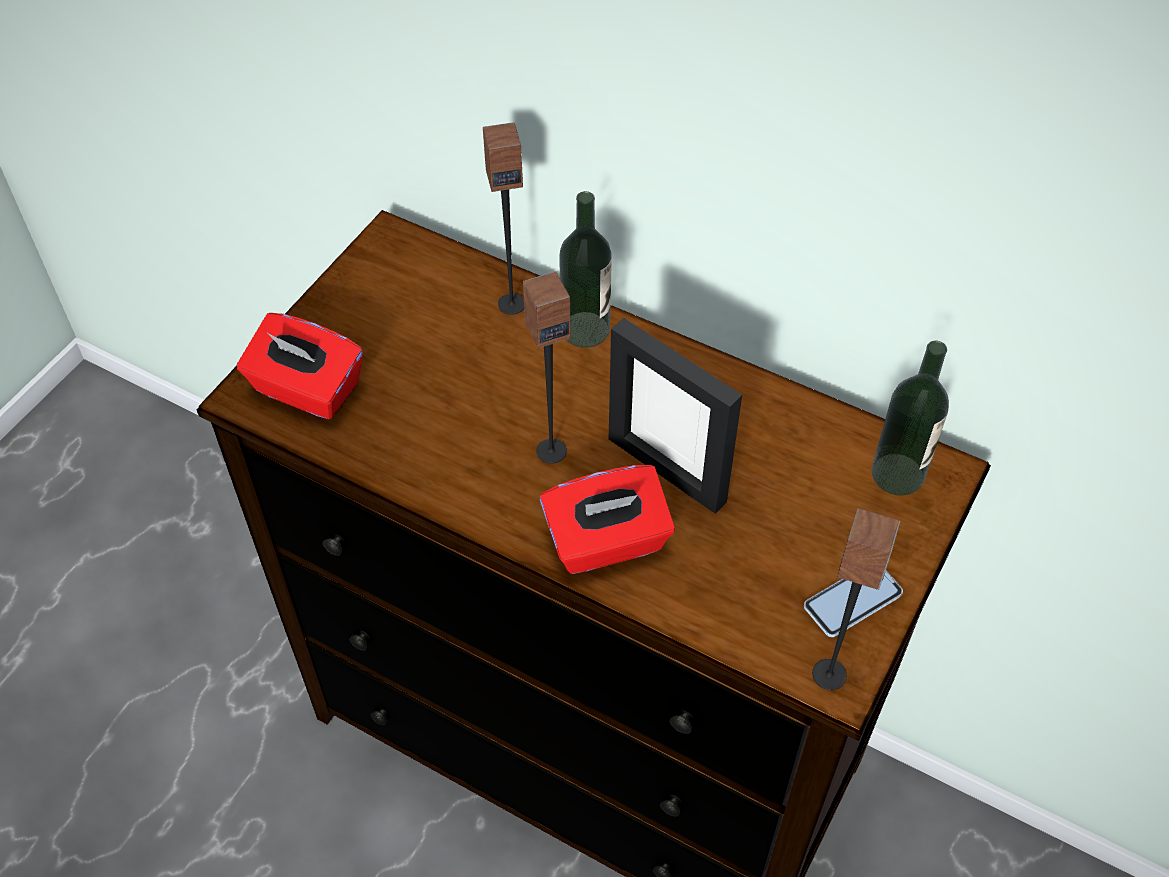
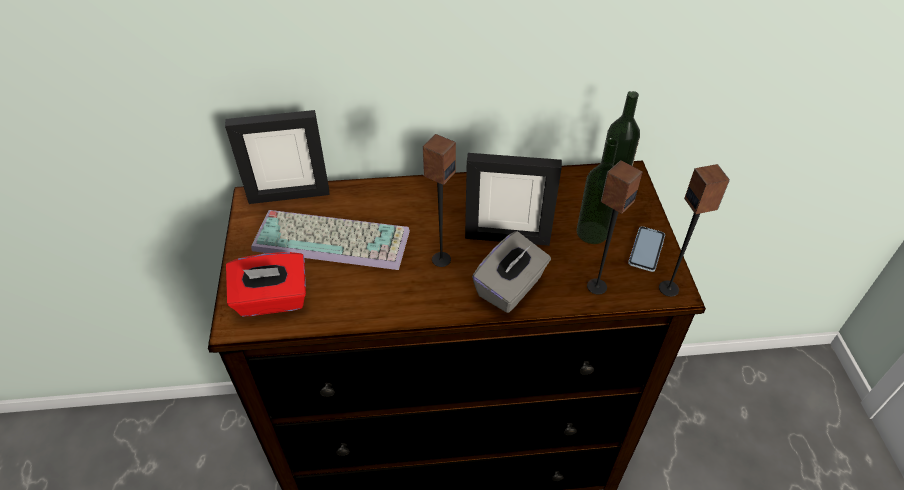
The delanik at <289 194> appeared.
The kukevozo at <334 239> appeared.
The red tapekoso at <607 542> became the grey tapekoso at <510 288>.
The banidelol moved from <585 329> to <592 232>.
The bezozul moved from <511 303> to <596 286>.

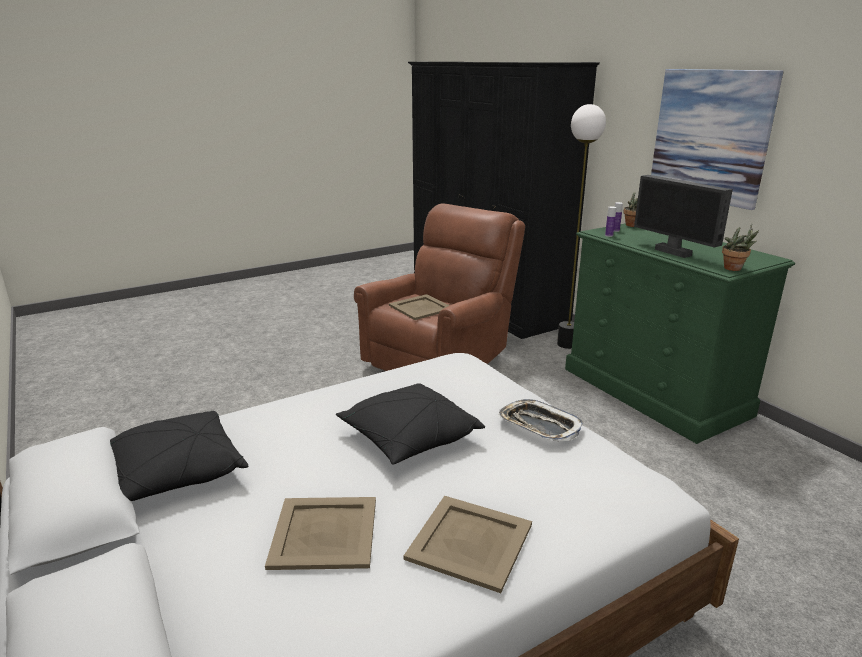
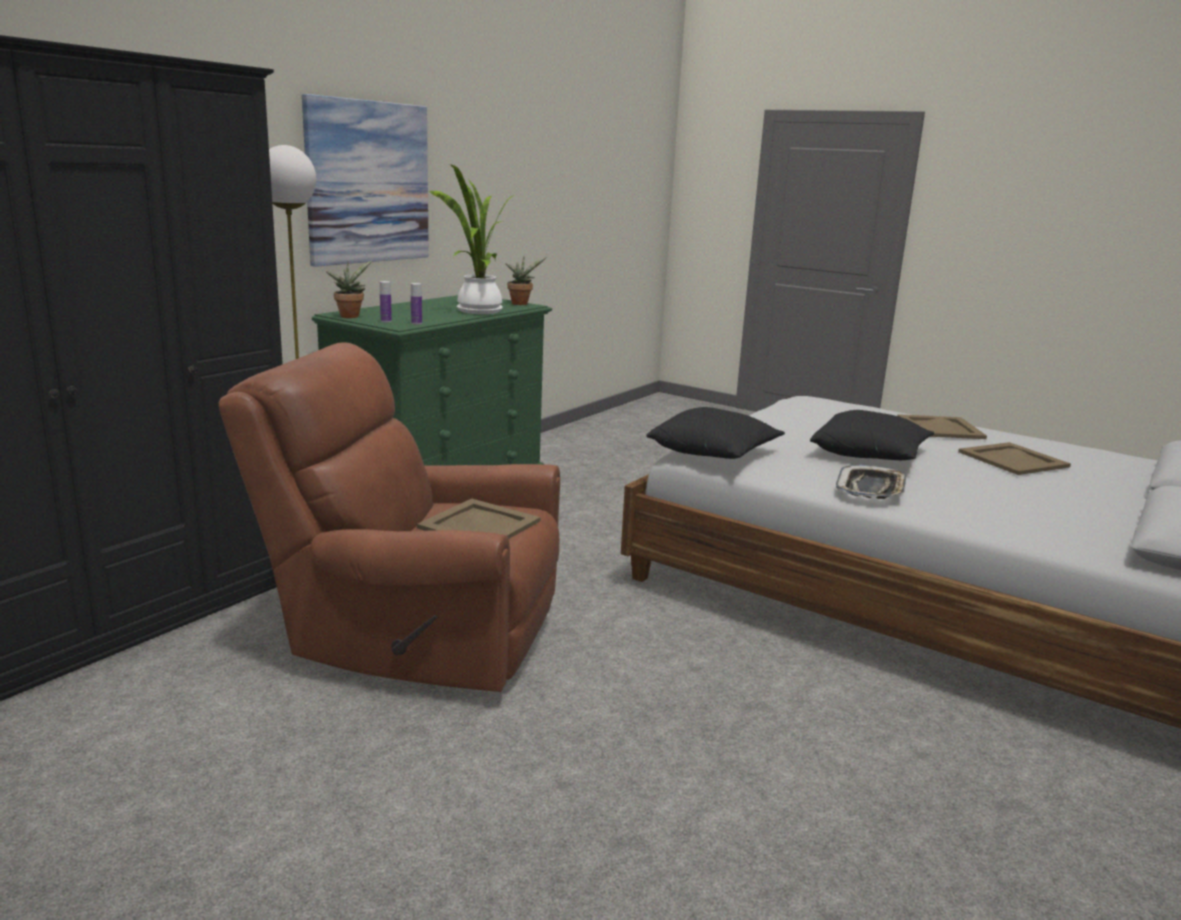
The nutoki at <673 252> was replaced by the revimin at <476 311>.
The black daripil moved from <176 472> to <714 453>.
The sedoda moved from <539 425> to <871 489>.

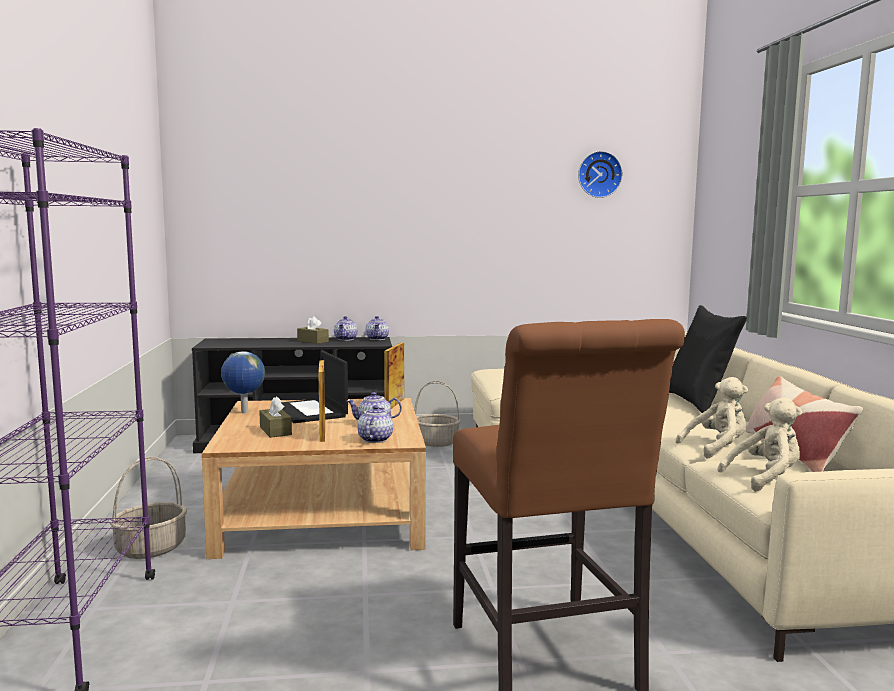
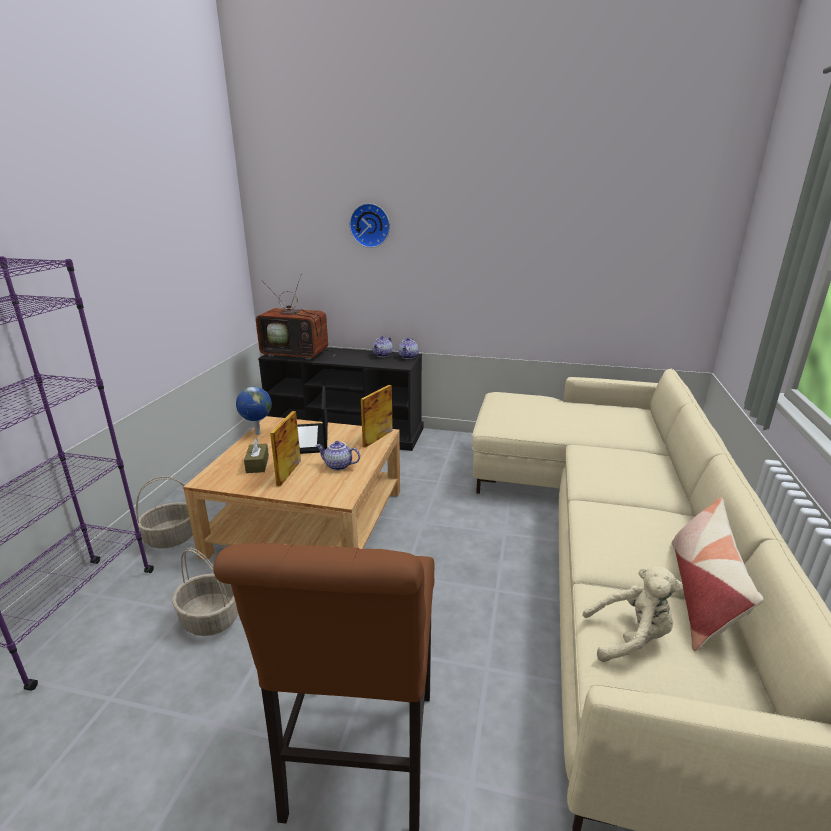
The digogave moved from <436 442> to <211 619>.
The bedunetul at <298 354> appeared.
The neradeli moved from <599 174> to <370 225>.
The brown tapekoso at <313 341> disappeared.
The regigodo at <374 439> disappeared.
The black daripil at <697 402> disappeared.
The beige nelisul at <716 448> disappeared.

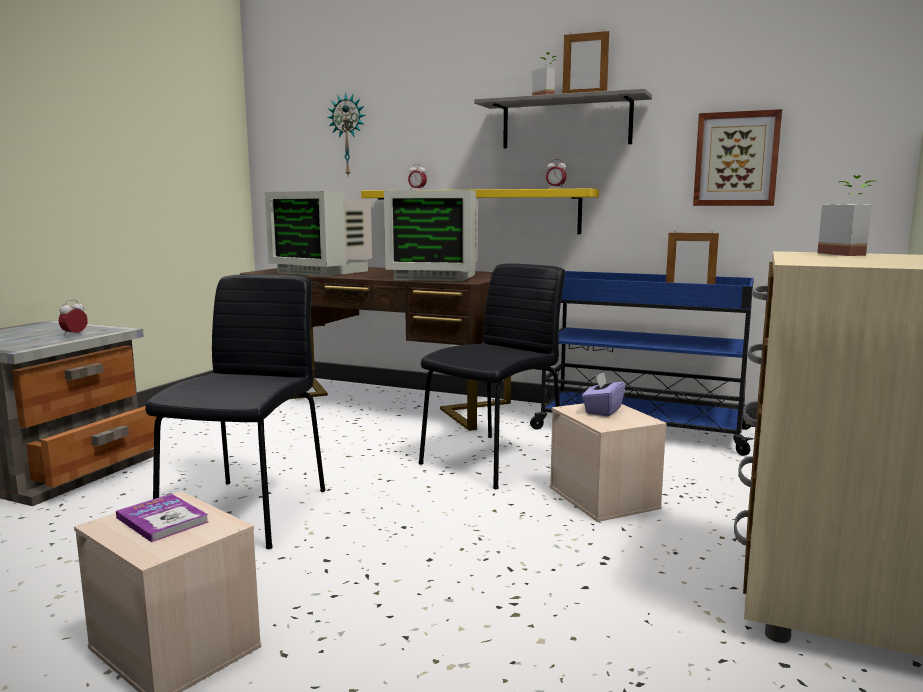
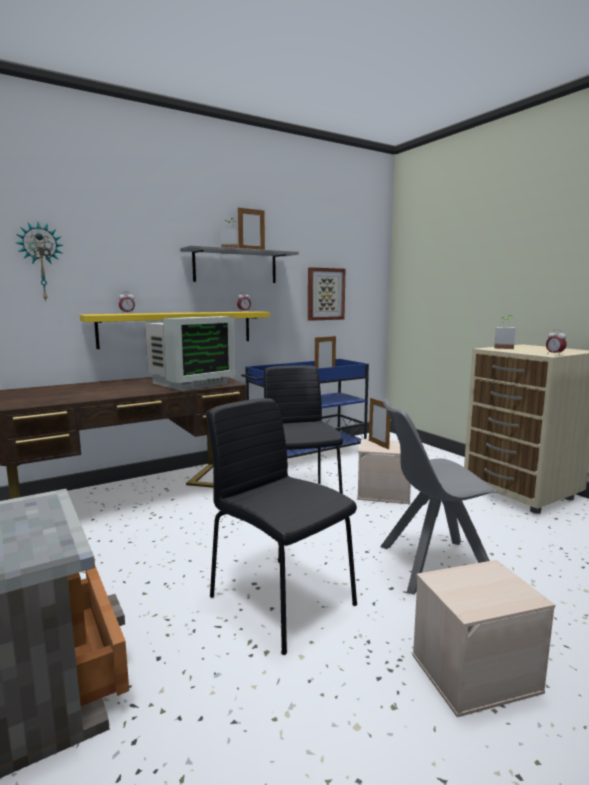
The purple tapekoso at <602 410> was replaced by the delanik at <378 444>.
The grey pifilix at <432 565> appeared.
The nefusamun moved from <74 335> to <554 354>.
The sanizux at <162 520> disappeared.
The nutoki at <323 272> disappeared.

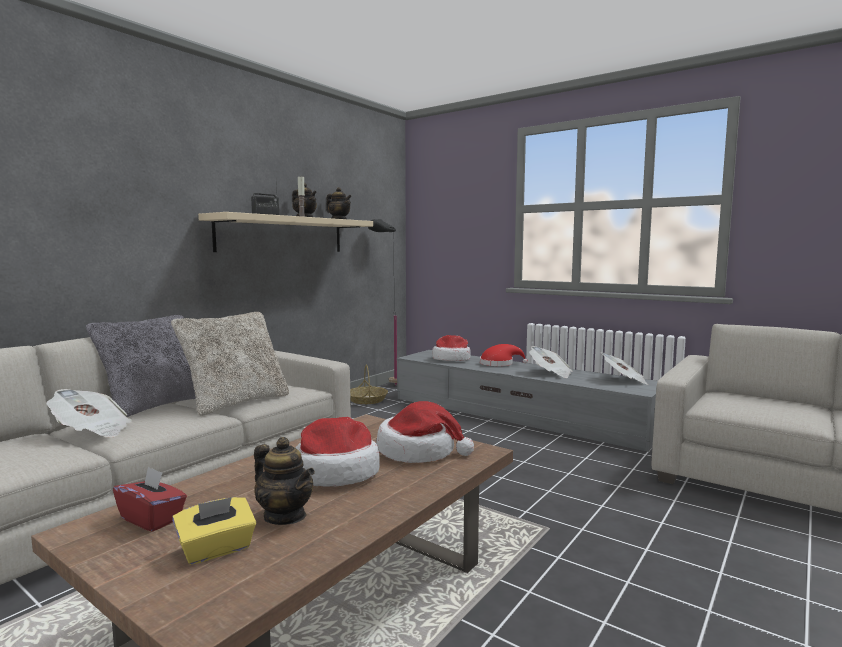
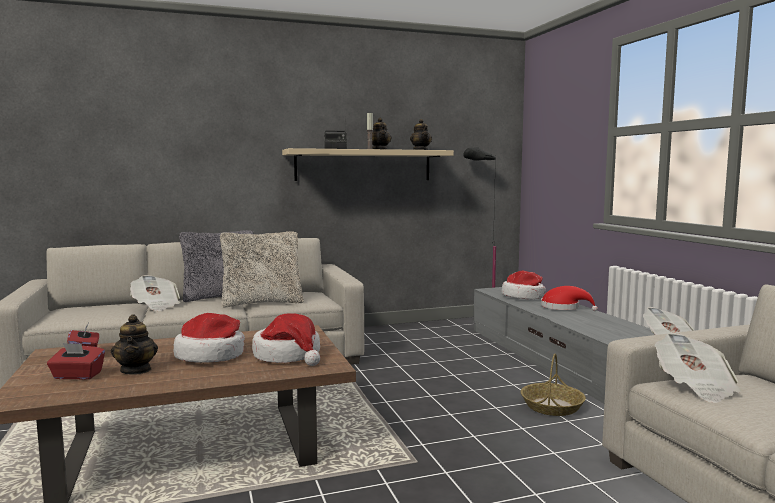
The yellow tapekoso at <216 550> became the red tapekoso at <77 376>.
The digogave moved from <367 400> to <551 406>.
The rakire moved from <550 373> to <695 387>.

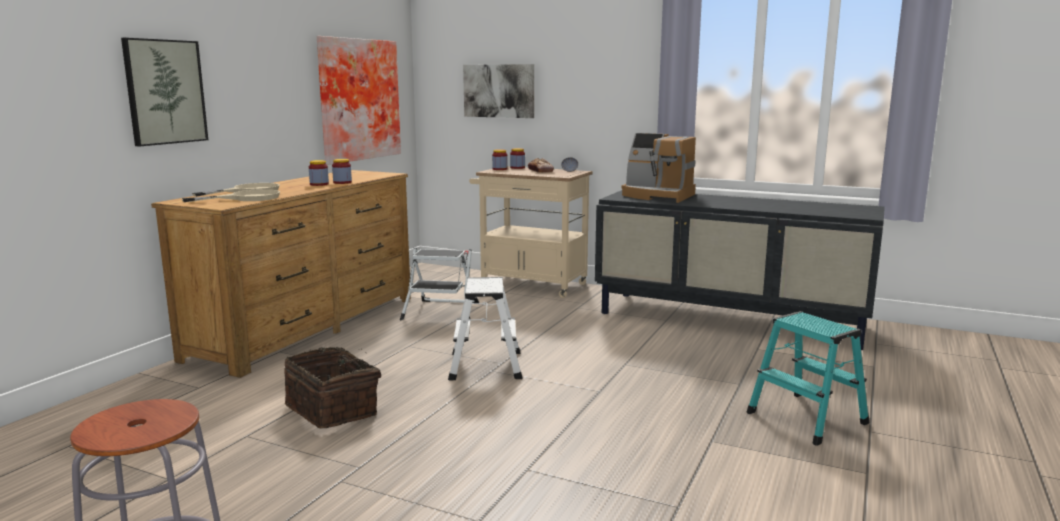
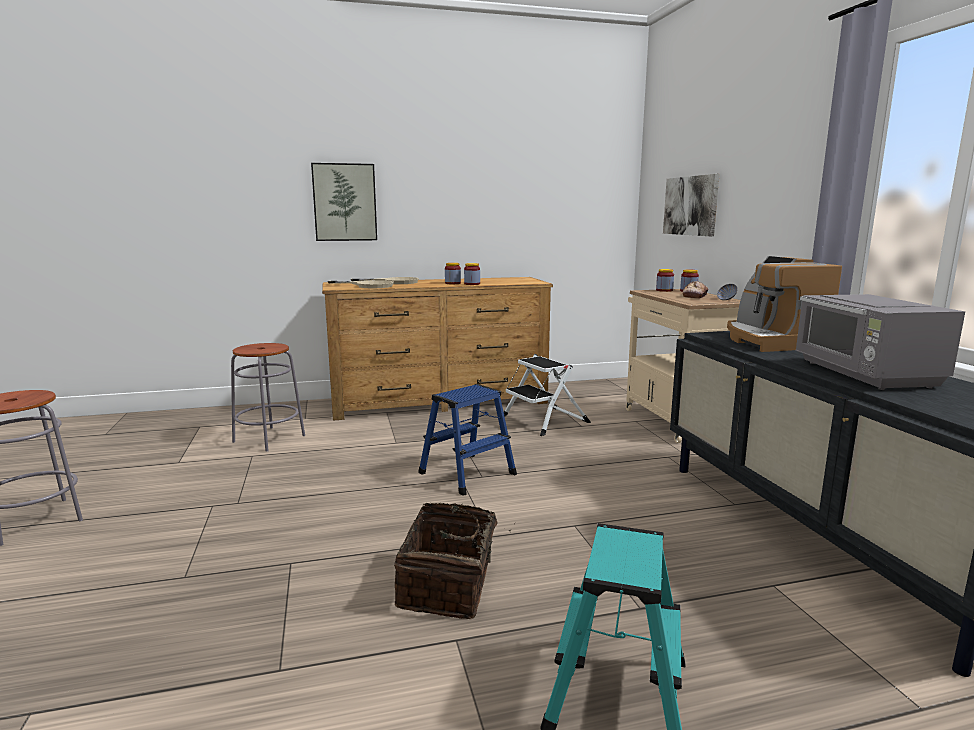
The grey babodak at <269 438> appeared.
The digogave moved from <334 409> to <449 586>.
The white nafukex at <485 365> became the blue nafukex at <467 473>.
The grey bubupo at <865 375> appeared.
The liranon at <357 99> disappeared.

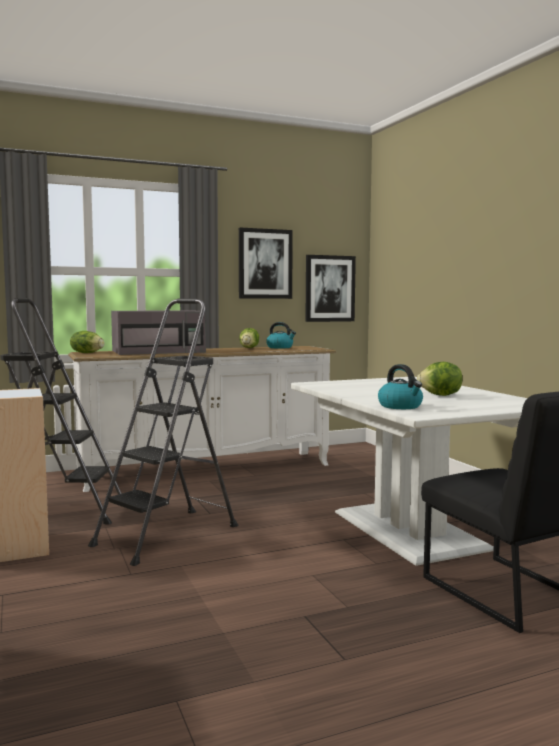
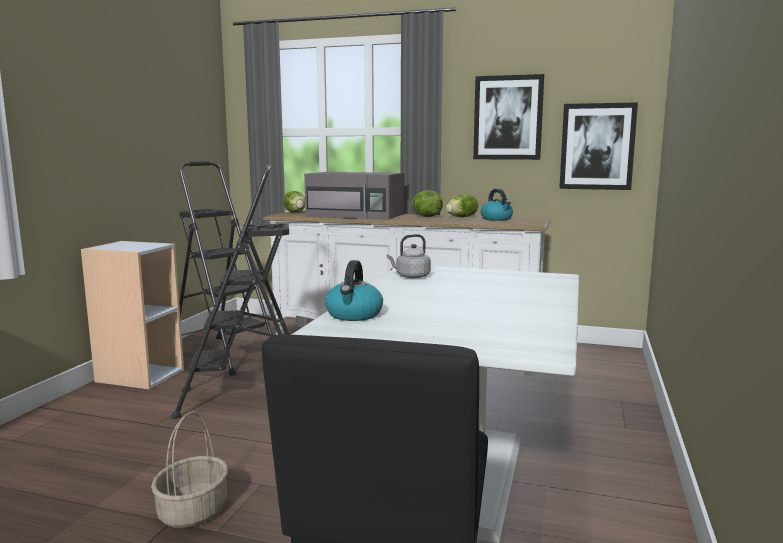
The digogave at <193 512> appeared.
The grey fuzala at <411 277> appeared.
The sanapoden moved from <440 395> to <426 217>.

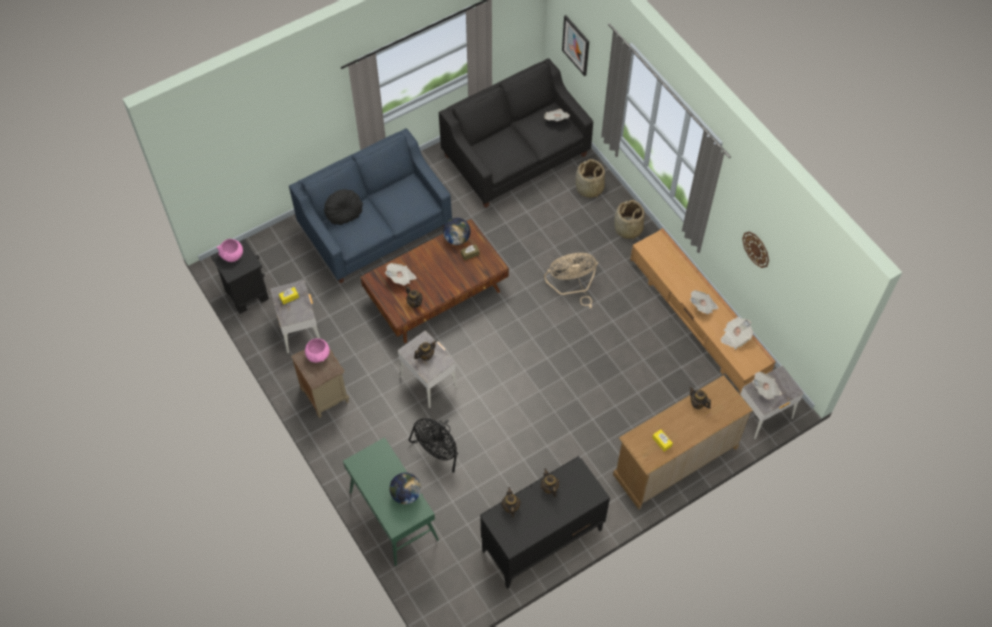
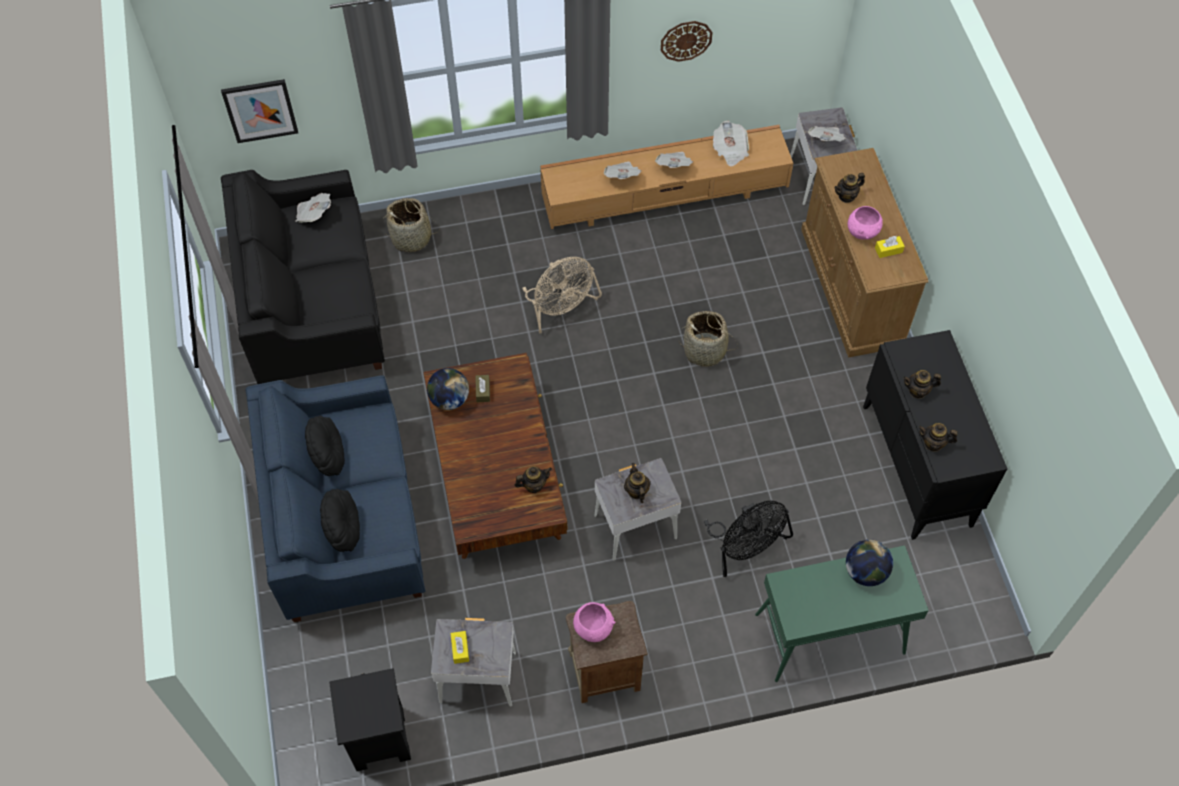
The black daripil at <329 458> appeared.
The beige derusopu at <574 286> turned 135 degrees counterclockwise.
The rakire moved from <401 278> to <622 177>.
The digogave moved from <628 229> to <705 351>.
The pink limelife moved from <232 256> to <862 232>.

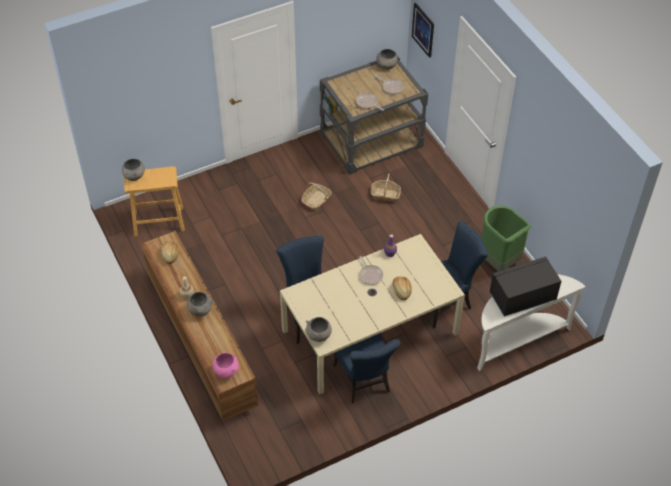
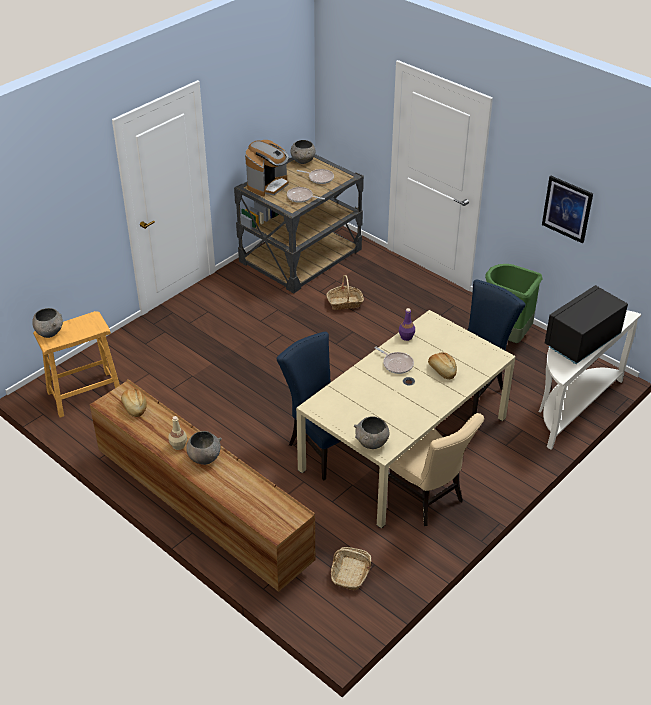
The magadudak at <268 185> appeared.
The digogave moved from <316 200> to <350 573>.
The blue pifilix at <364 381> became the beige pifilix at <426 498>.
The liranon moved from <423 30> to <567 209>.
The pink limelife at <226 371> disappeared.

